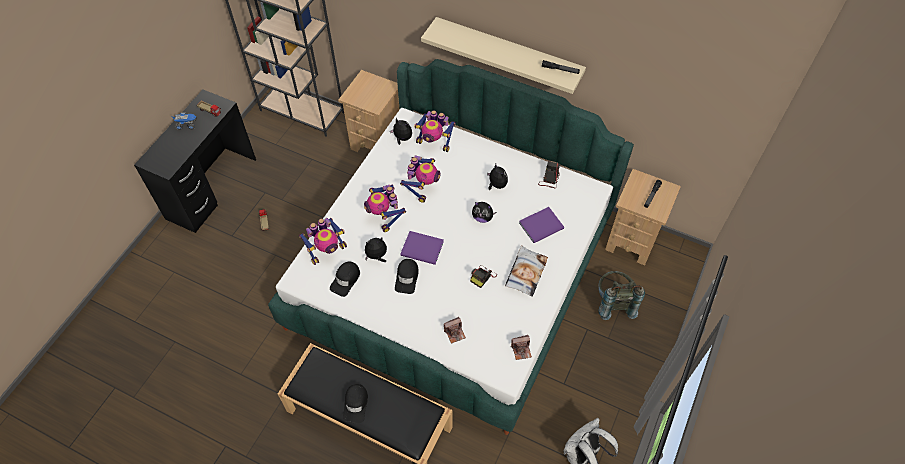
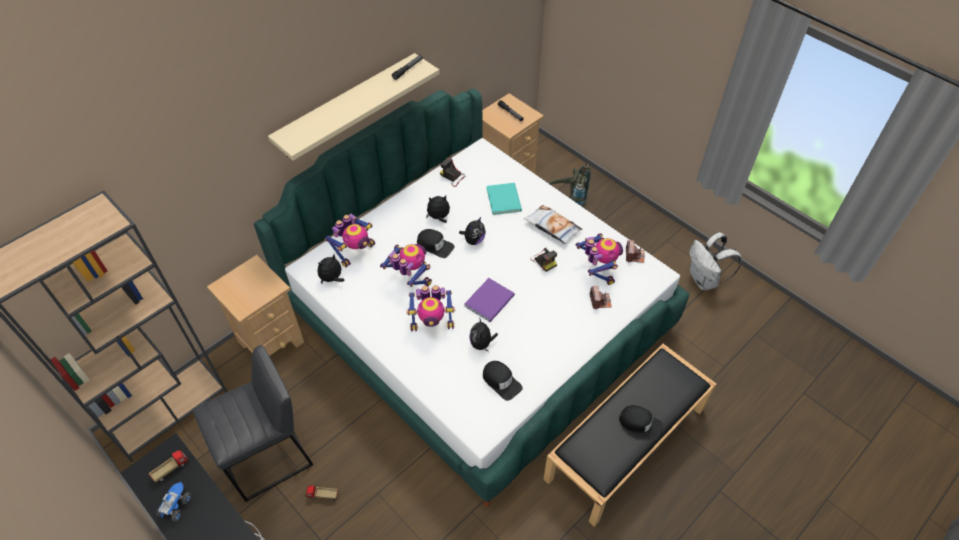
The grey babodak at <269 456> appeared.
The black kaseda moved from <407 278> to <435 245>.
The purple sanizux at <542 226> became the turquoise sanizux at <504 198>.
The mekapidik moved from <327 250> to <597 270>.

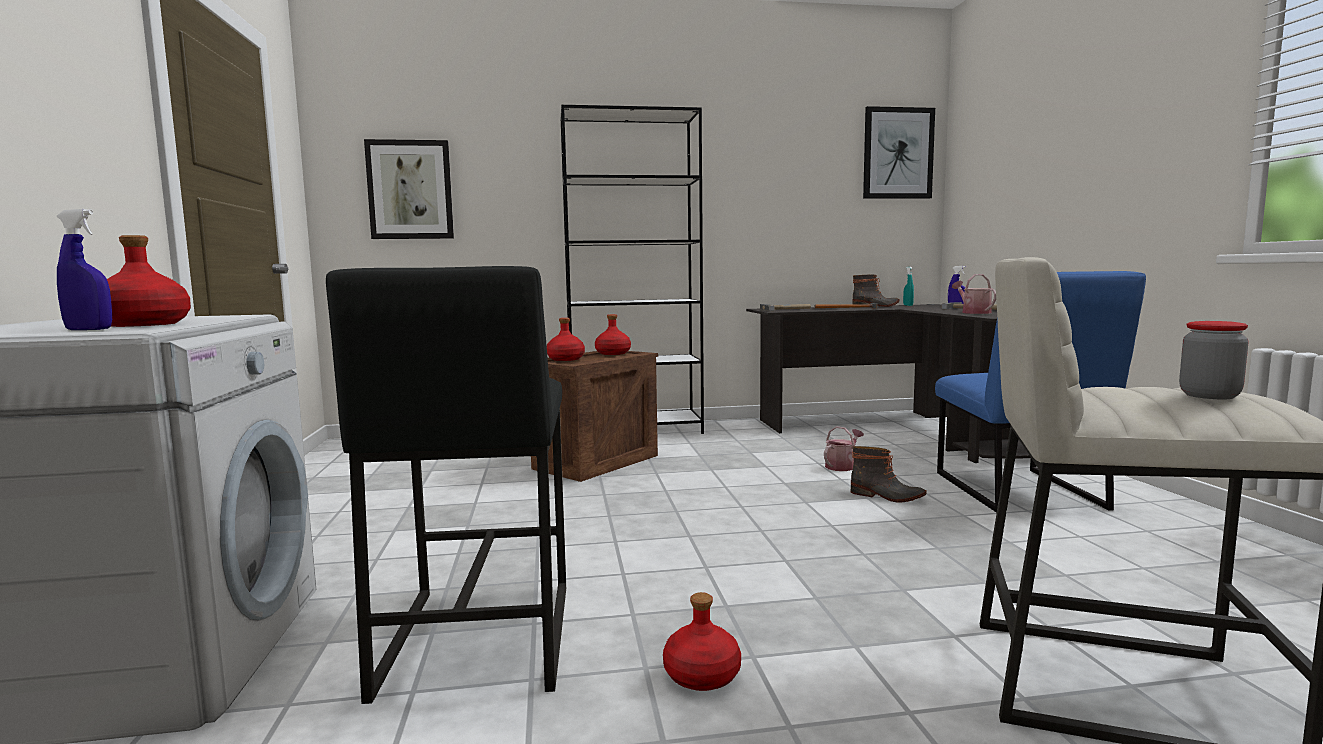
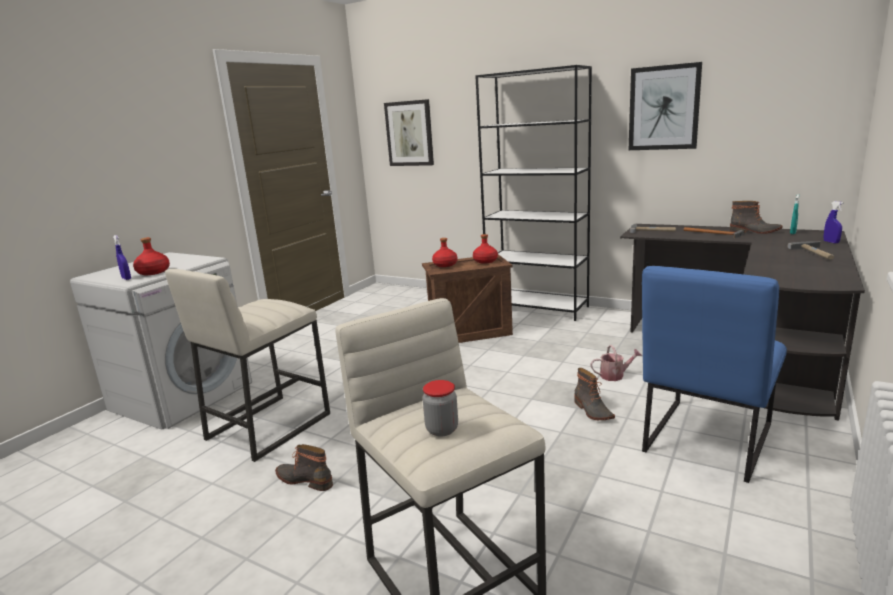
The black babodak at <479 637> became the beige babodak at <268 426>.
The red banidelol at <703 676> was replaced by the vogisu at <305 479>.
The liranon moved from <898 153> to <664 108>.
The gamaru at <973 312> disappeared.

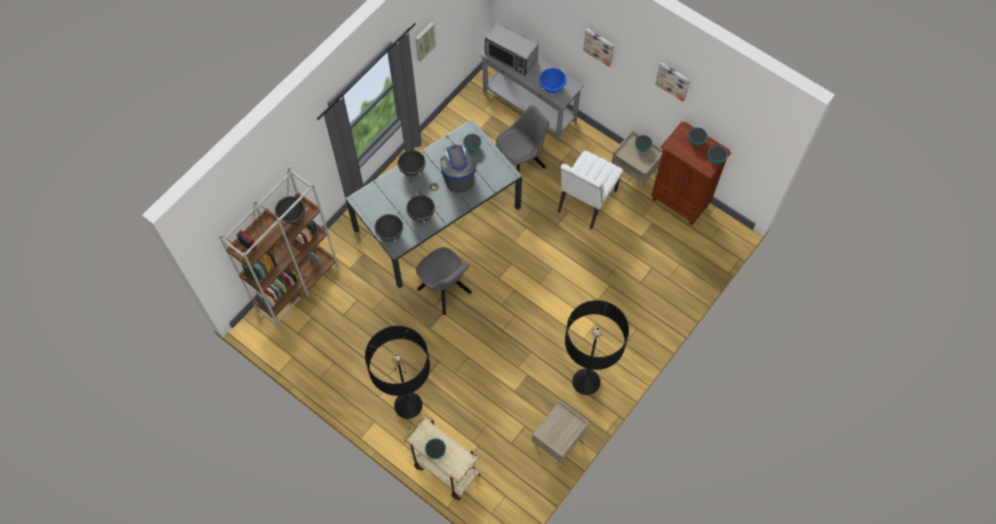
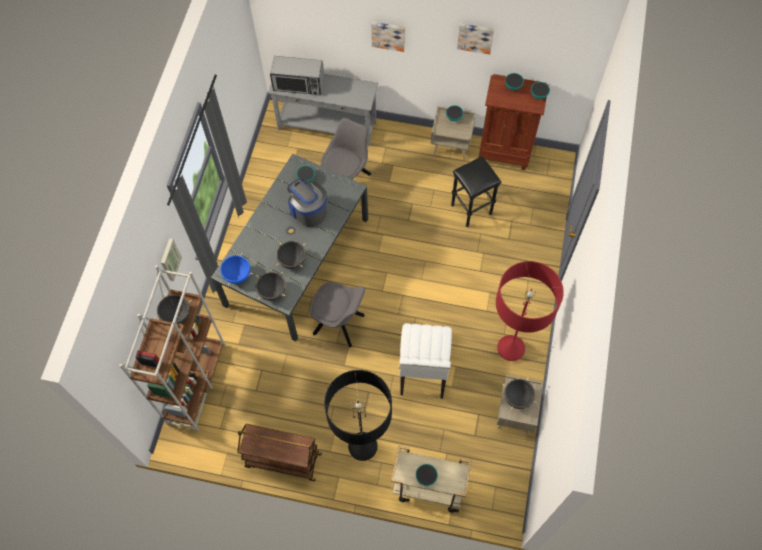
The liranon moved from <424 41> to <169 259>.
The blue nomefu moved from <552 87> to <237 275>.
The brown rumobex at <282 460> appeared.
The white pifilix moved from <587 200> to <423 369>.
The black babodak at <472 209> appeared.
The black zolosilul at <586 383> became the red zolosilul at <510 349>.
The black nomefu moved from <412 169> to <517 398>.

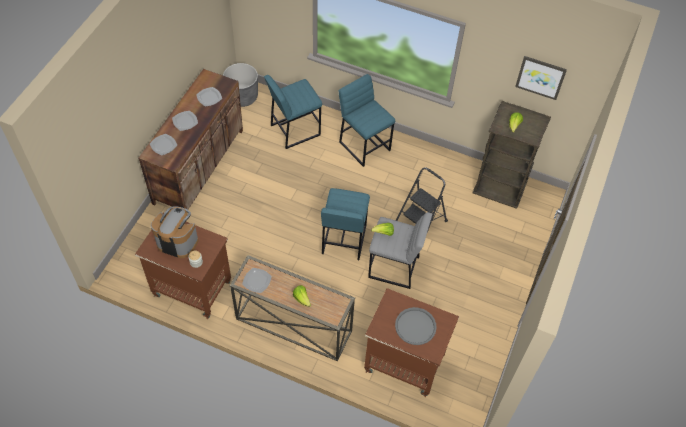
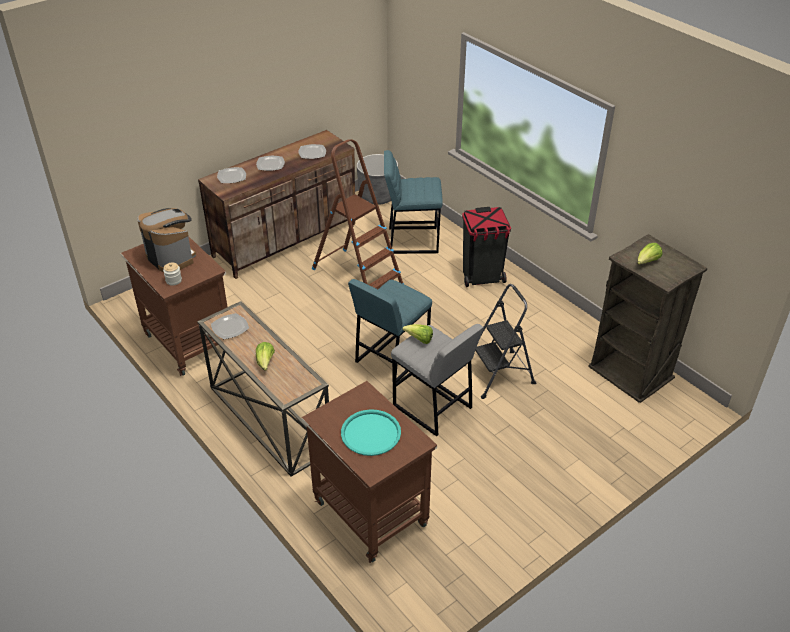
The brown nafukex at <358 277> appeared.
The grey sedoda at <415 326> became the turquoise sedoda at <371 433>.
The blue babodak at <364 145> was replaced by the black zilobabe at <482 277>.
The liranon at <540 77> disappeared.

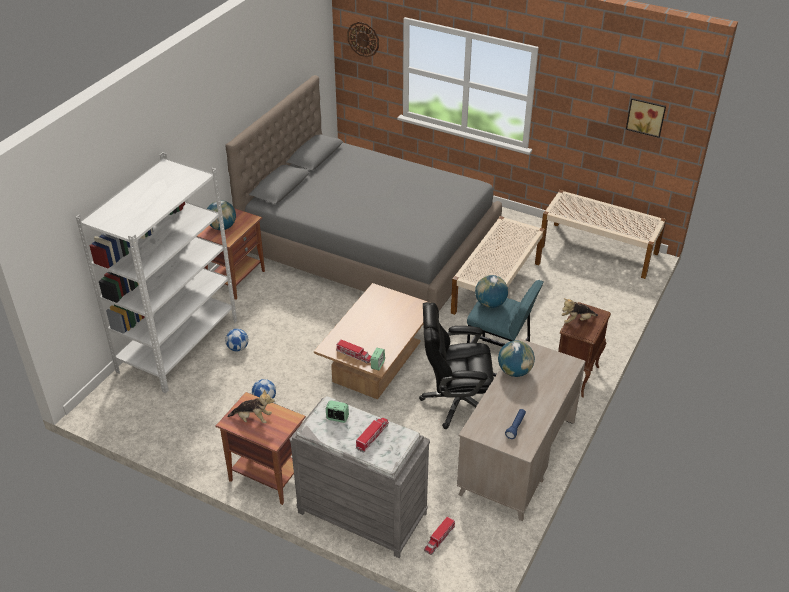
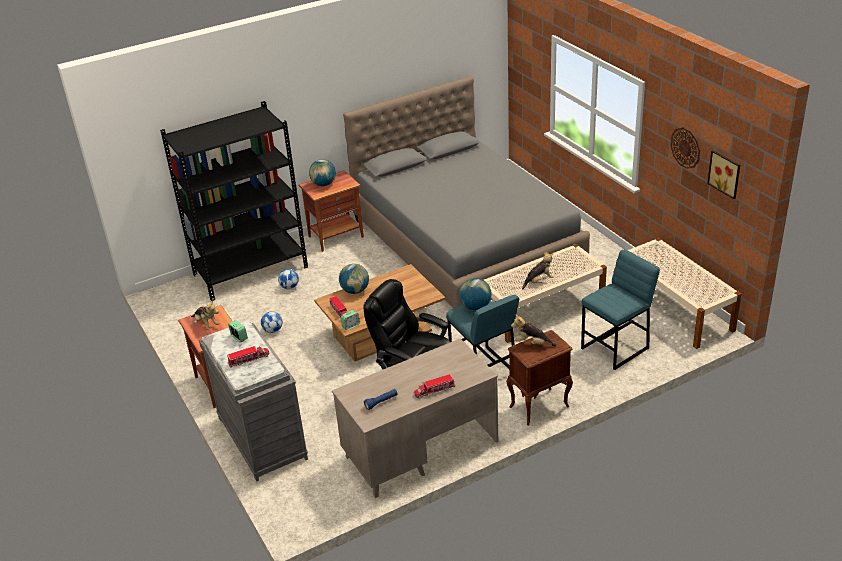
The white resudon at <178 345> became the black resudon at <251 271>.
The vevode moved from <514 371> to <355 291>.
The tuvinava moved from <439 539> to <434 390>.
The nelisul at <539 281> appeared.
The blue babodak at <616 347> appeared.
The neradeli moved from <363 39> to <685 147>.

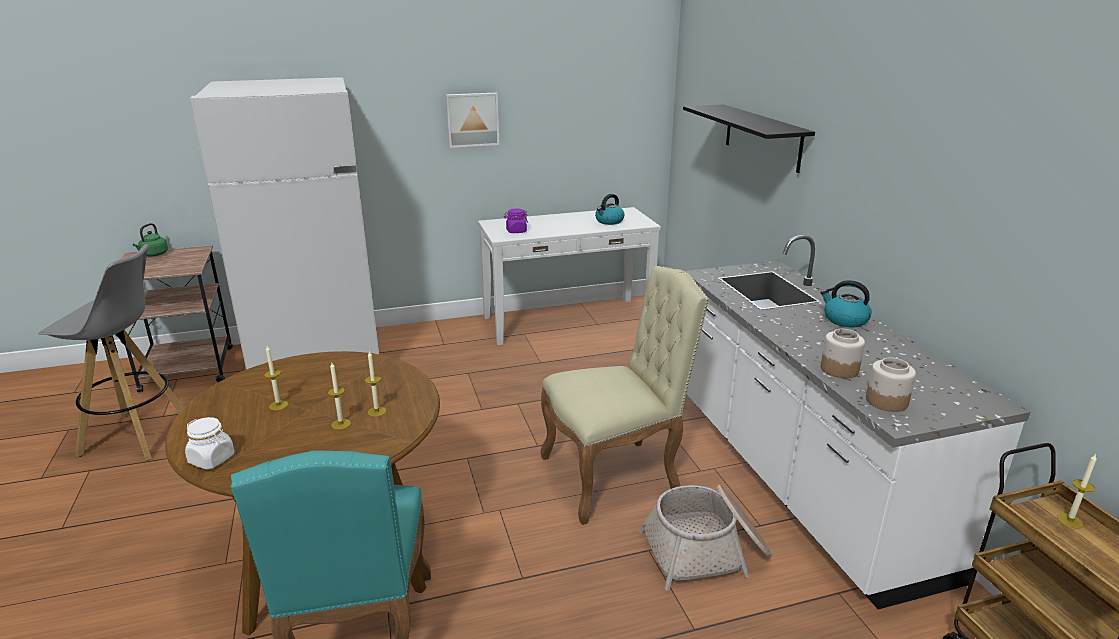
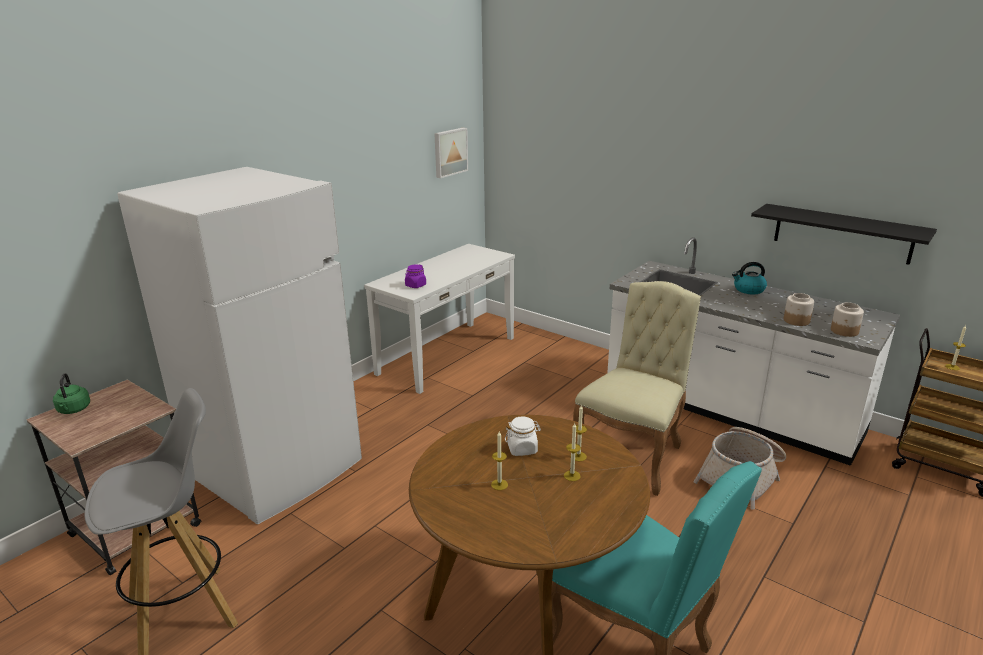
The liranon moved from <472 119> to <449 152>.
The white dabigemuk moved from <212 459> to <522 449>.
The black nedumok moved from <762 137> to <842 233>.
The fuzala at <609 221> disappeared.

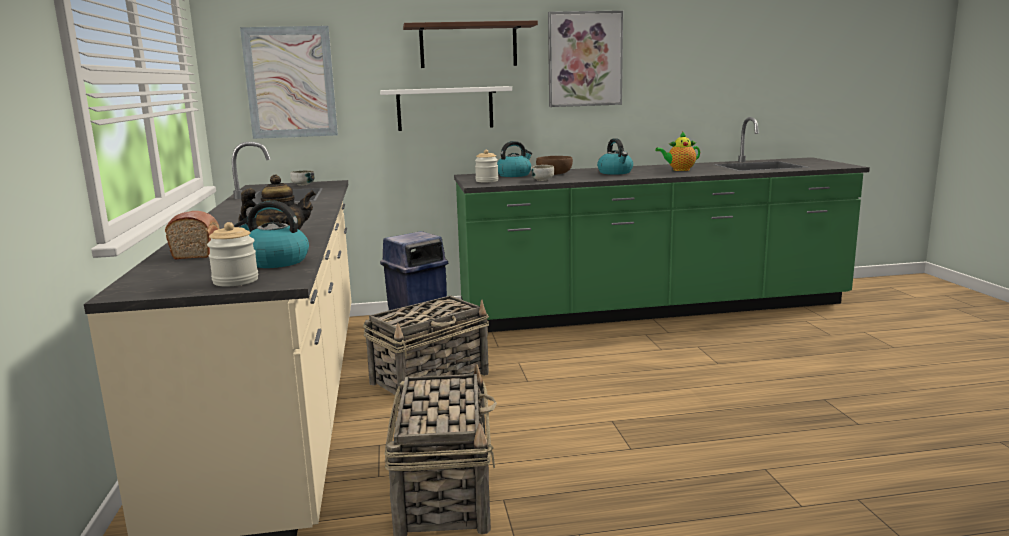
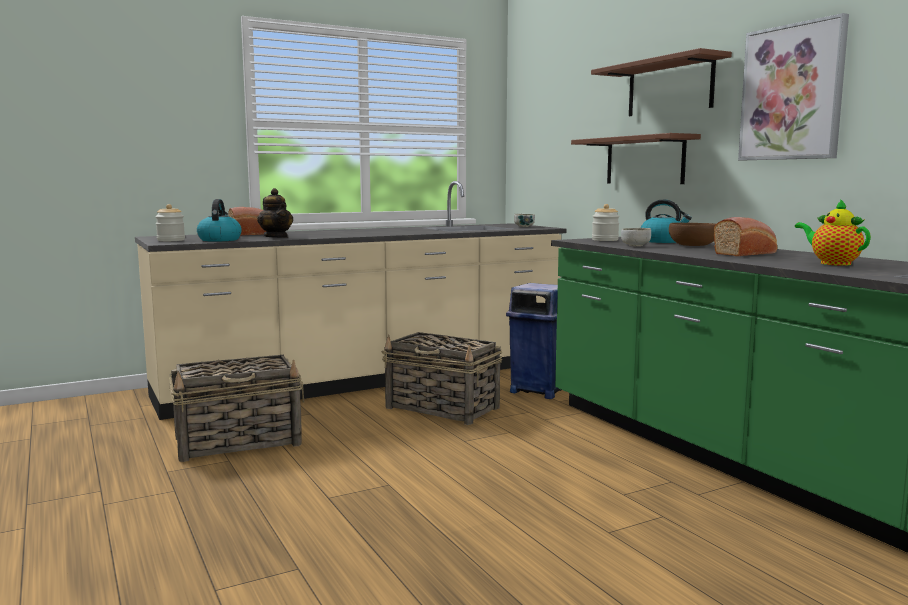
The white nedumok at <445 108> became the brown nedumok at <644 160>.
The fuzala at <615 172> was replaced by the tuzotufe at <746 253>.
The liranon at <290 82> disappeared.

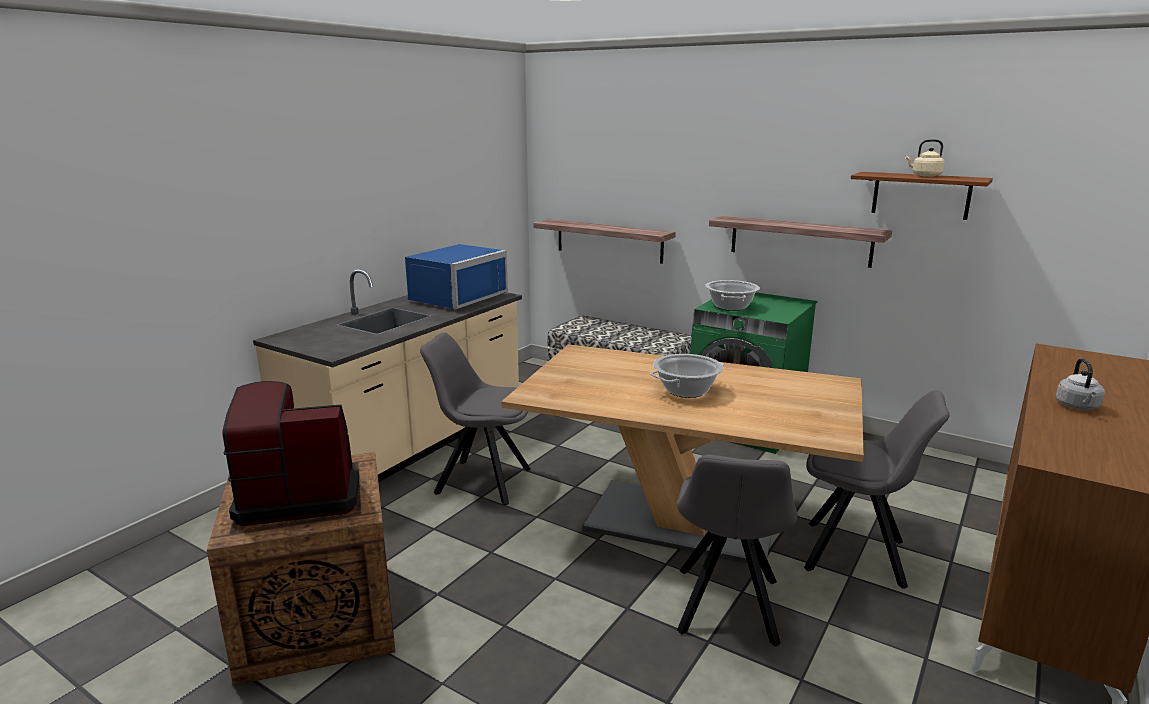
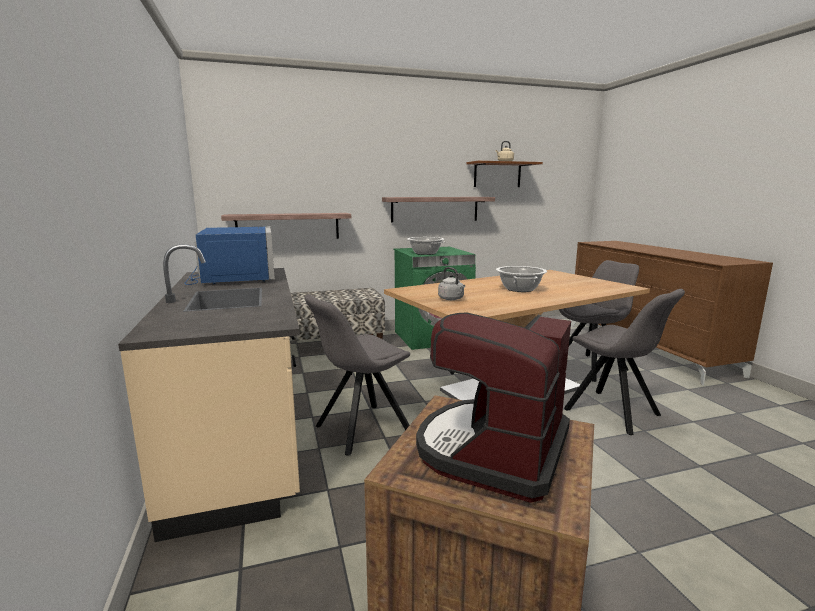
The grey fuzala moved from <1077 407> to <452 299>.

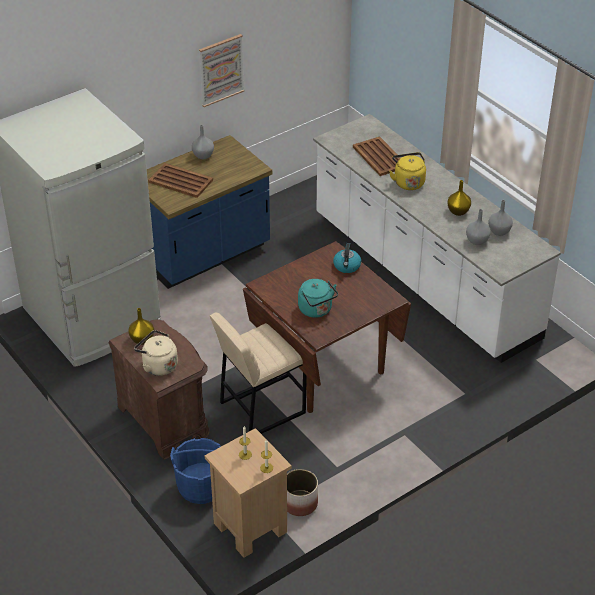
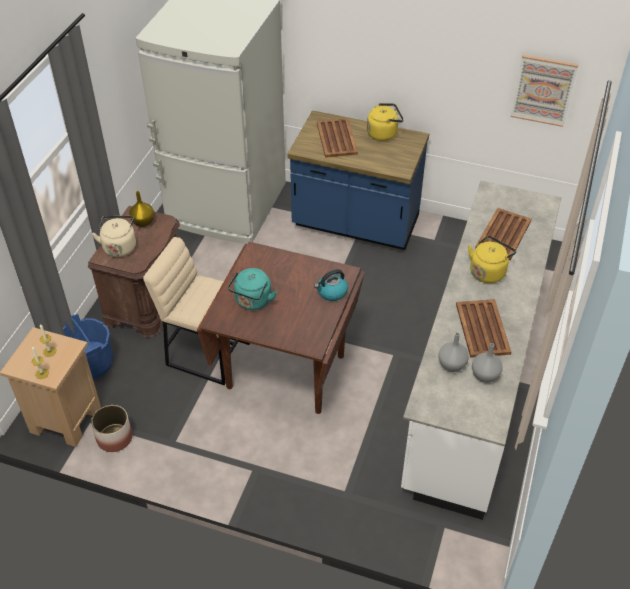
The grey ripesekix at <203 155> was replaced by the yellow fuzala at <383 133>.
The yellow ripesekix at <458 212> was replaced by the brown sedoda at <482 329>.
The liranon moved from <221 70> to <543 90>.

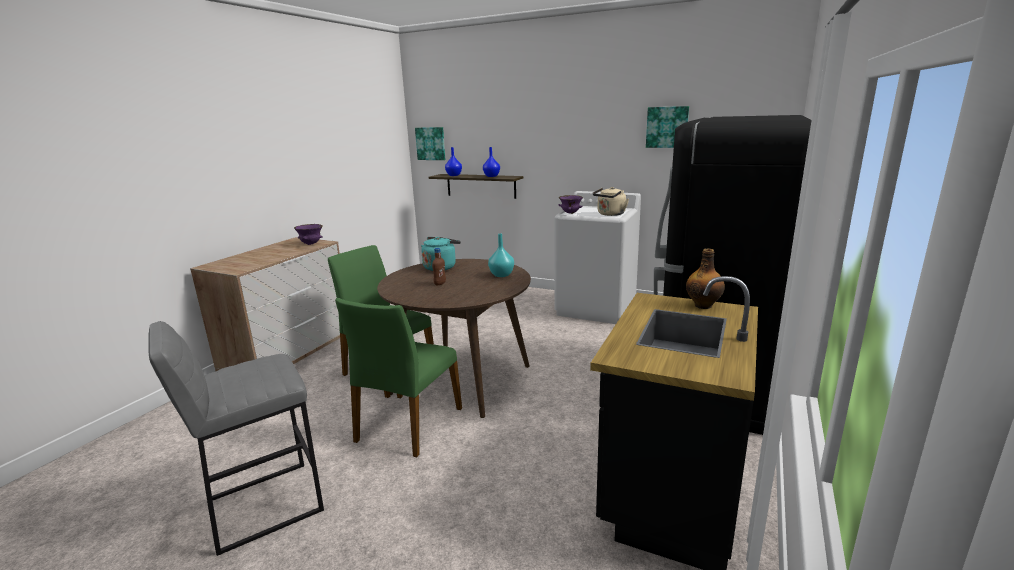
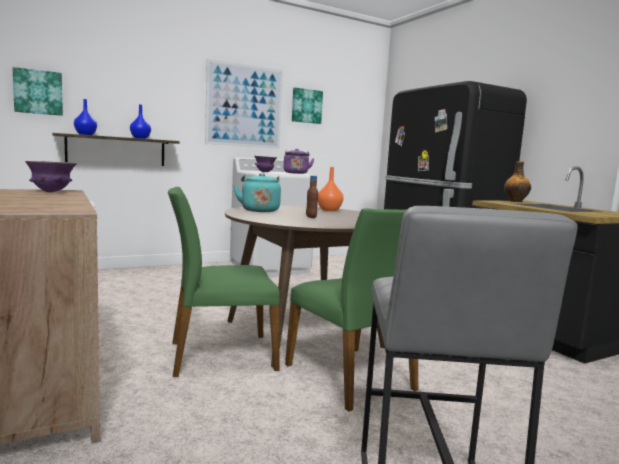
The liranon at <244 106> appeared.
The beige fuzala at <610 214> became the purple fuzala at <296 173>.
The turquoise ripesekix at <502 275> became the orange ripesekix at <329 210>.

